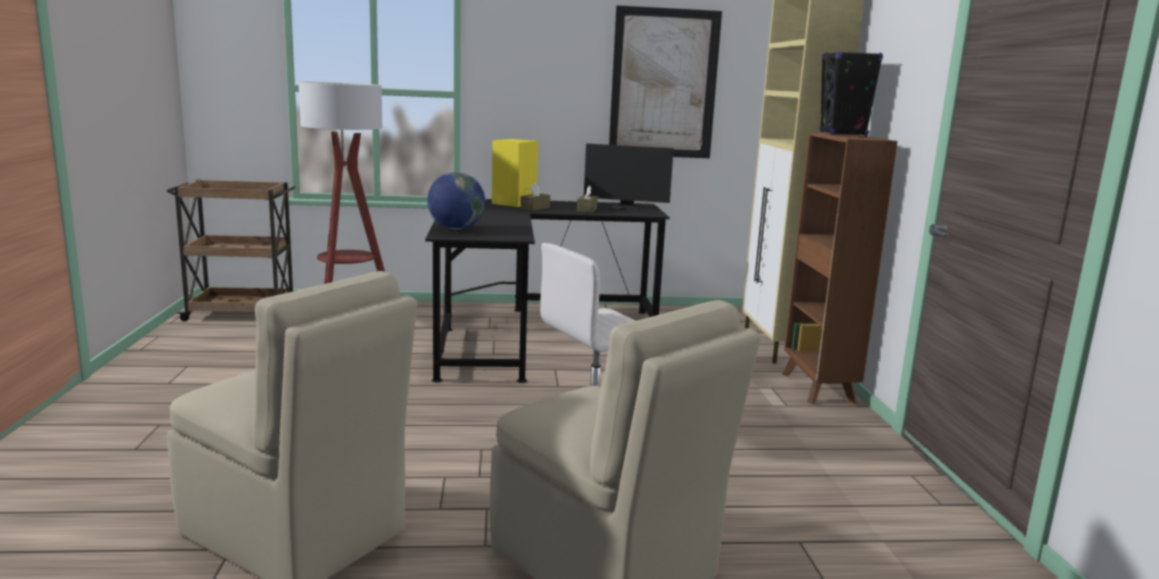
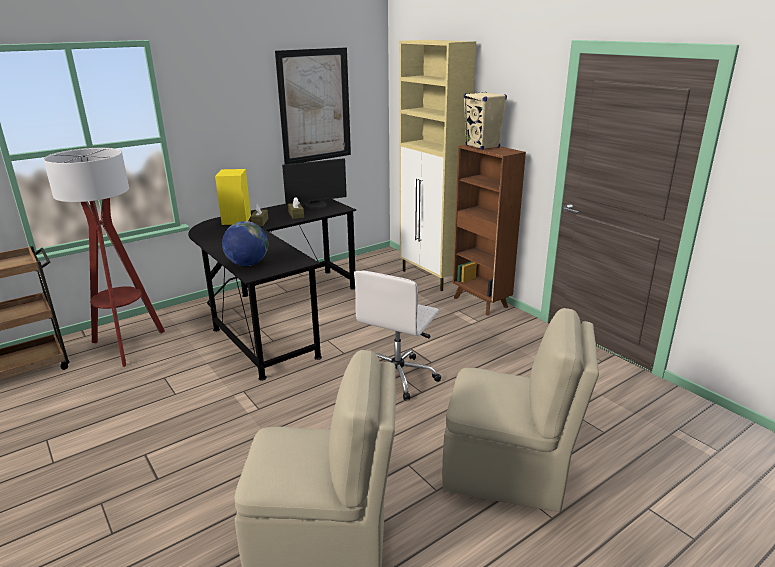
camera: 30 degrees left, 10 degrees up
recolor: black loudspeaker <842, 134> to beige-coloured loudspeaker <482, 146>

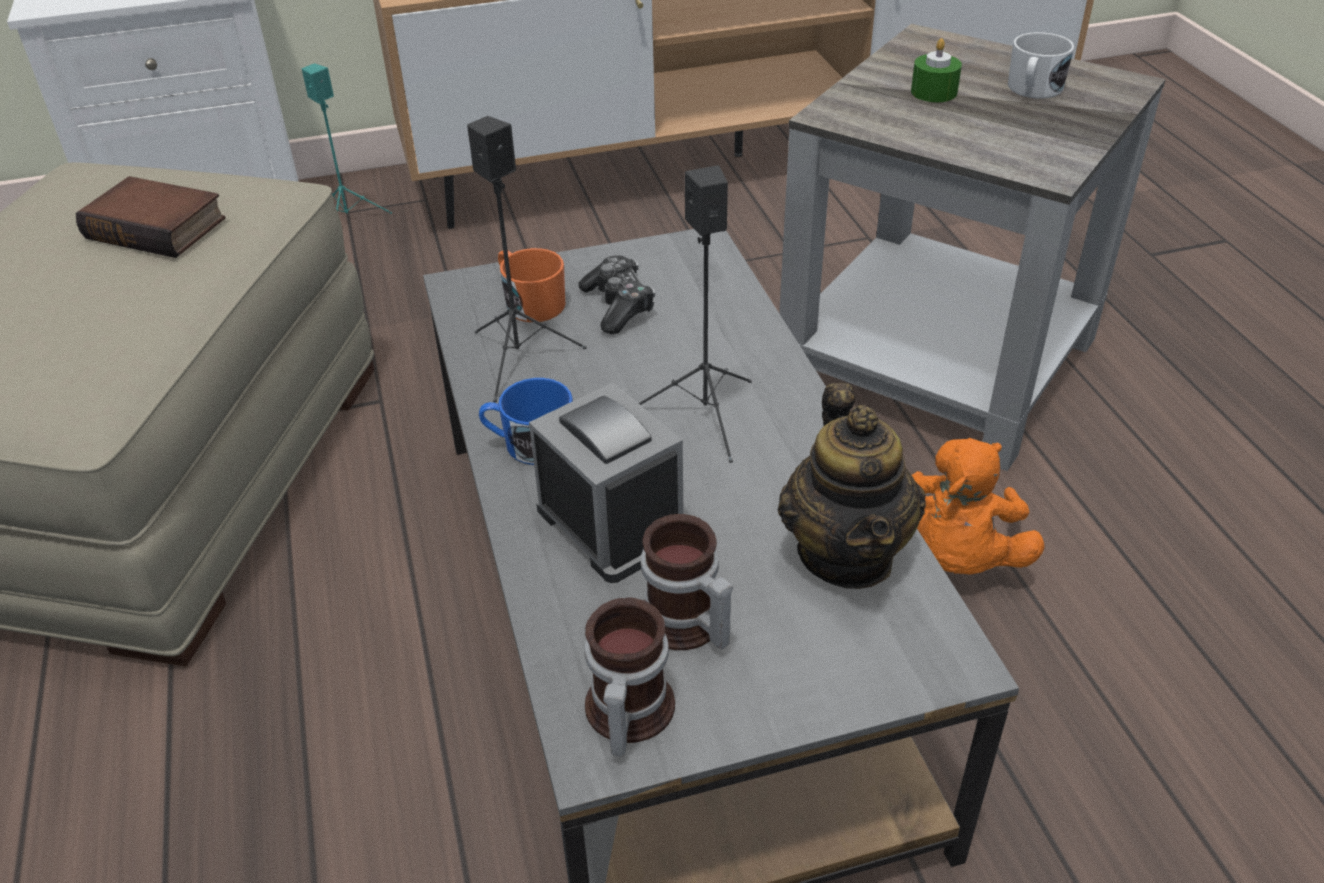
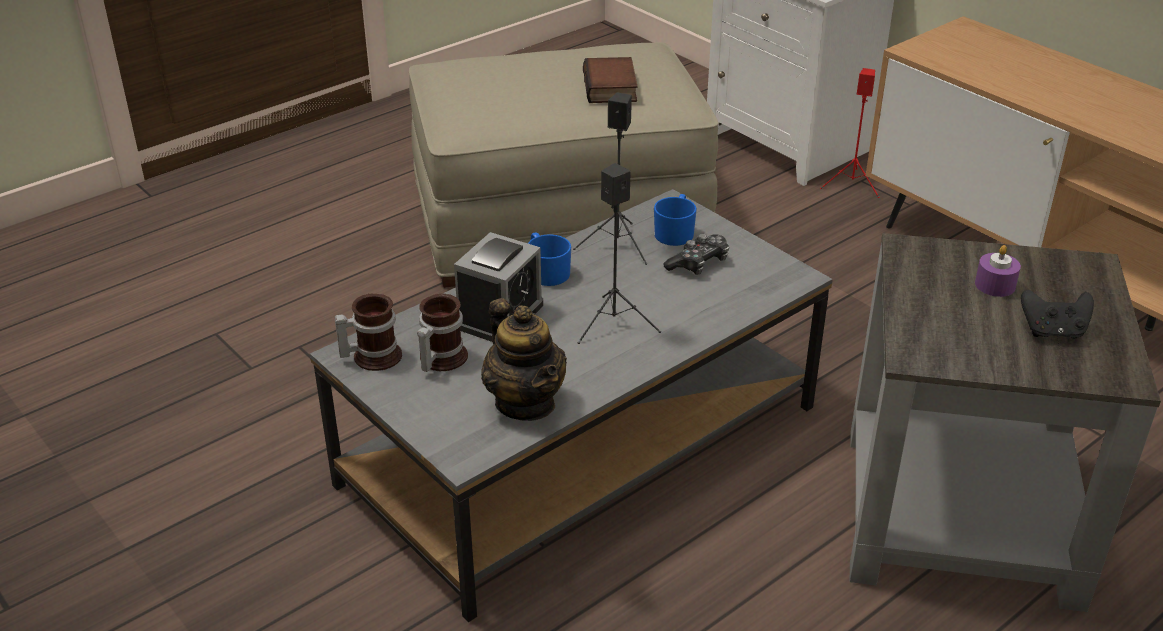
camera: 65 degrees right, 5 degrees down
delete: orange soft toy <956, 555>
replace: whitish tea mug <1033, 90> to black joypad <1052, 331>
recolor: orange tea mug <530, 302> to bluish tea mug <675, 232>; turquoise loudspeaker <349, 220> to red-coloured loudspeaker <852, 185>; green wax light <934, 92> to purple wax light <995, 285>
rotate: teapot <846, 554> = <525, 403> 90 degrees counterclockwise

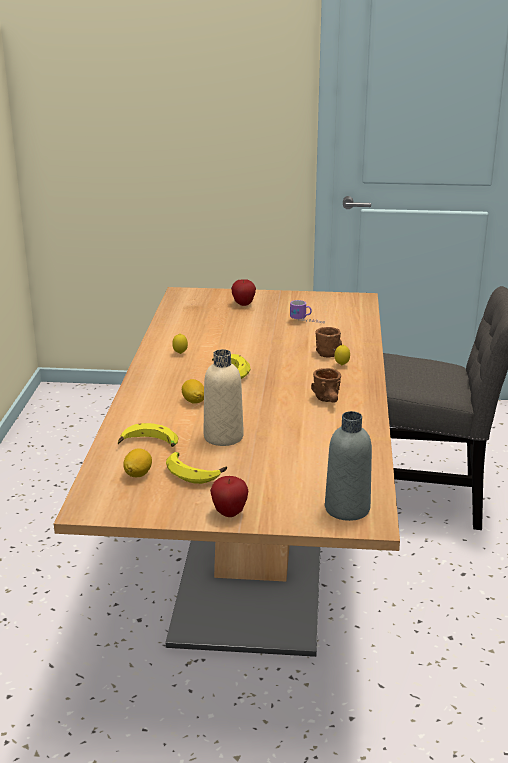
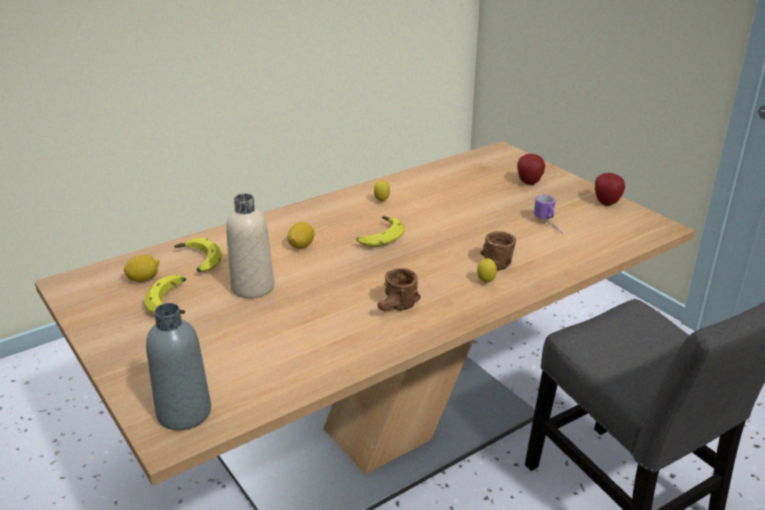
camera: 50 degrees right, 5 degrees up
move: apple fruit <229, 513> to <606, 203>

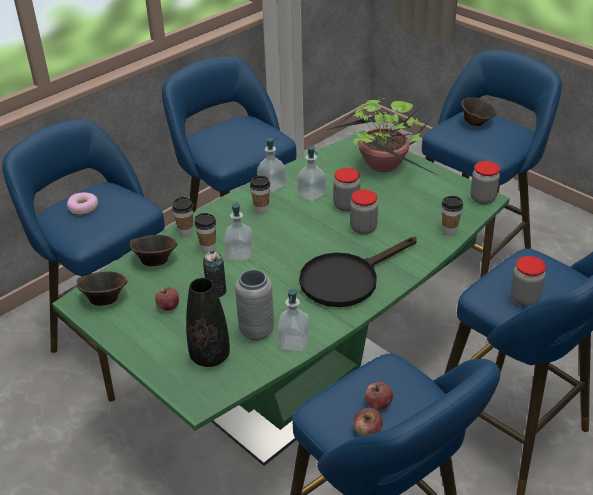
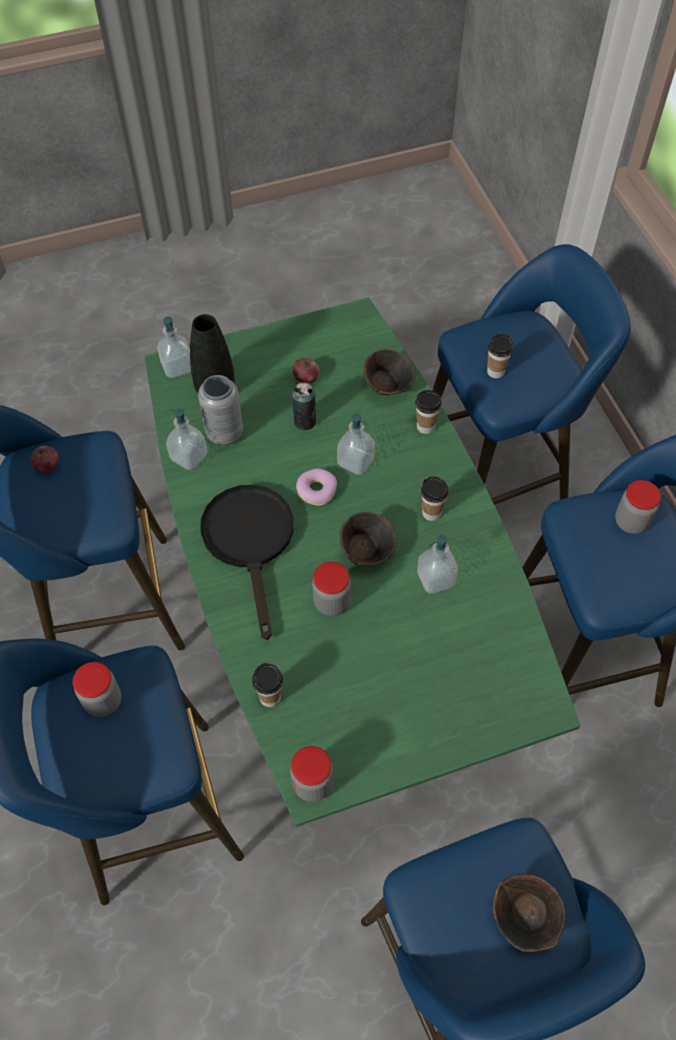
camera: 115 degrees right, 20 degrees up
delete: potted plant <384, 168>; apple fruit <378, 404>
move: soap dispenser <272, 186> to <177, 367>; ring doughnut <83, 208> to <316, 490>; brownish serving bowl <104, 299> to <367, 551>; drinking cup <208, 248> to <495, 371>; jar <346, 205> to <631, 522>

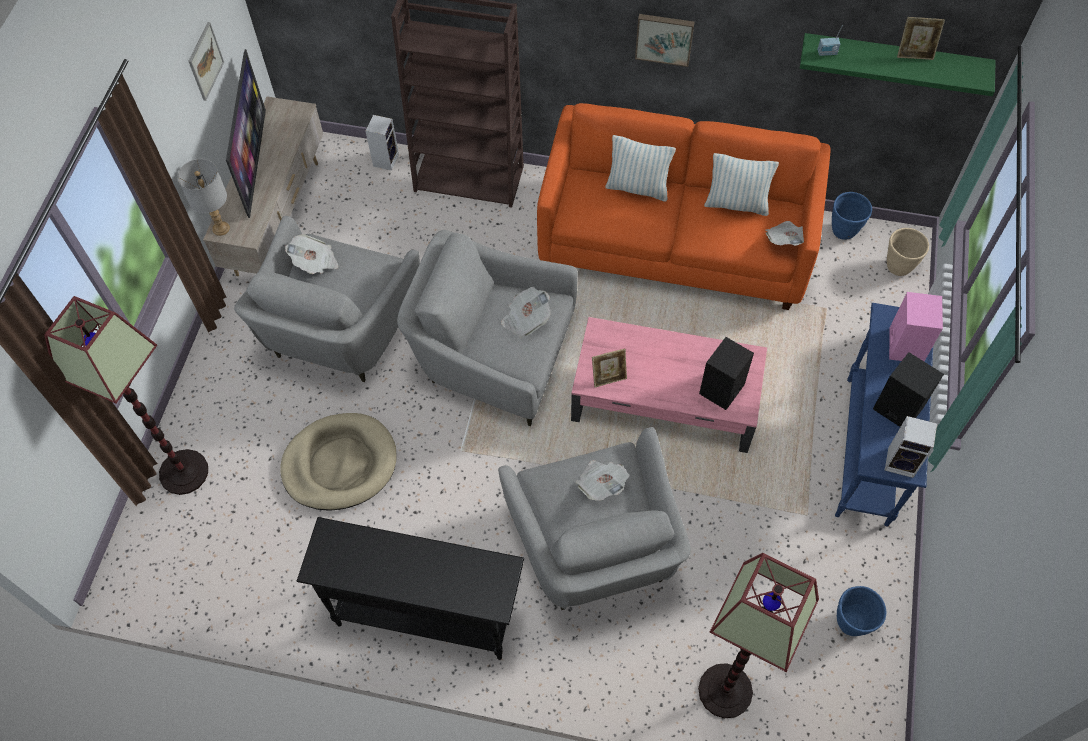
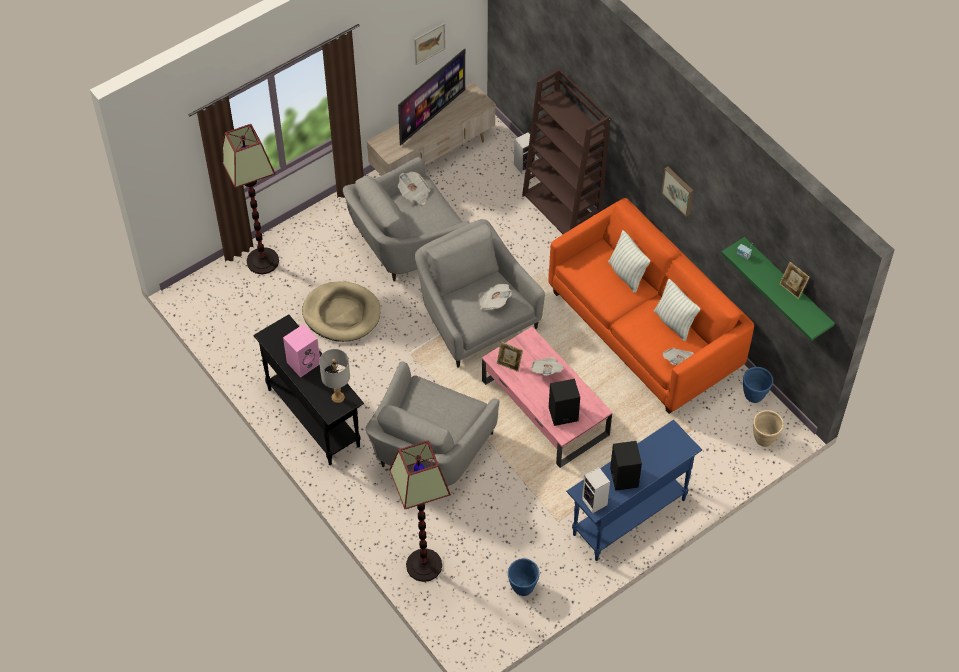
camera: 40 degrees right, 5 degrees down
move: pink-coloured loudspeaker <905, 344> to <304, 362>; greyish lamp for a table <221, 228> to <338, 397>; printed paper <601, 484> to <547, 371>

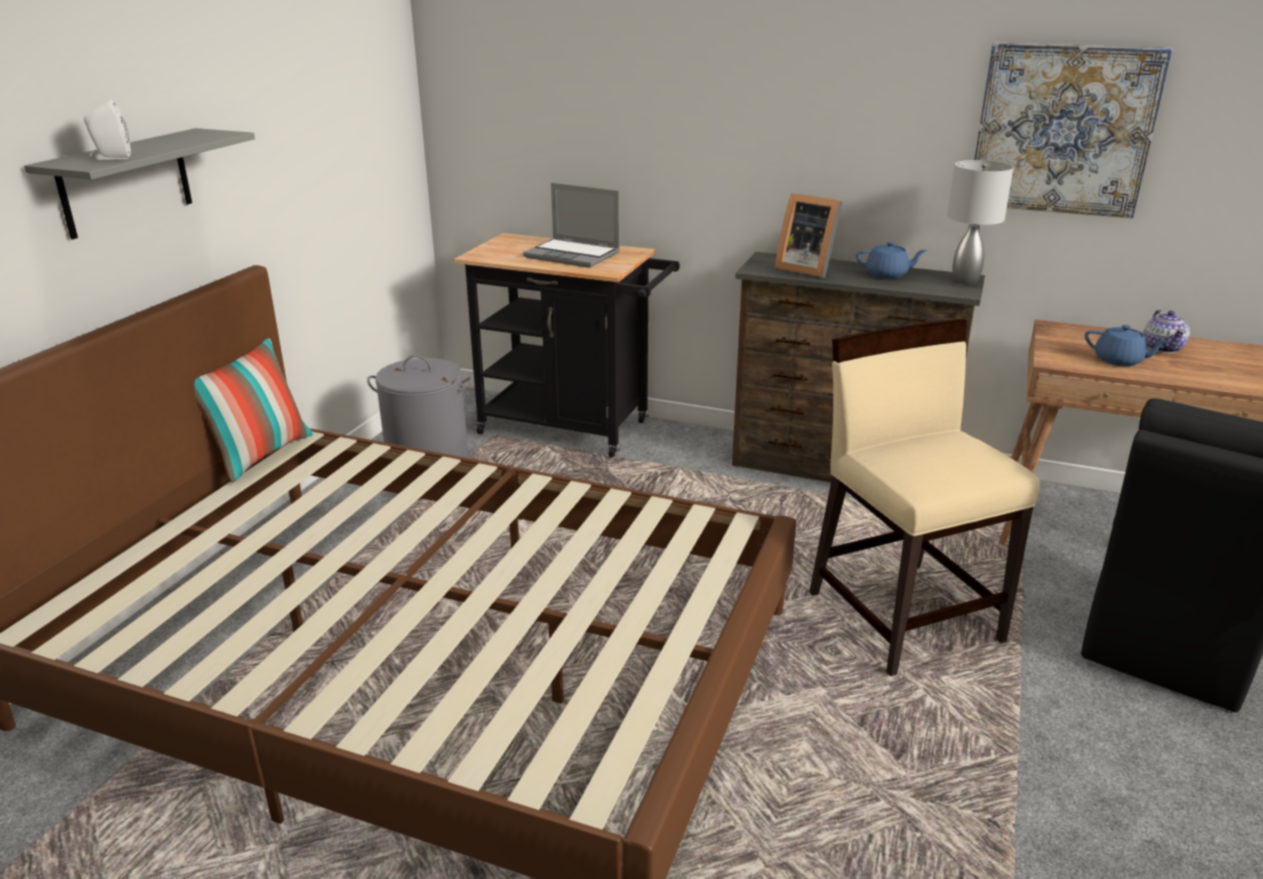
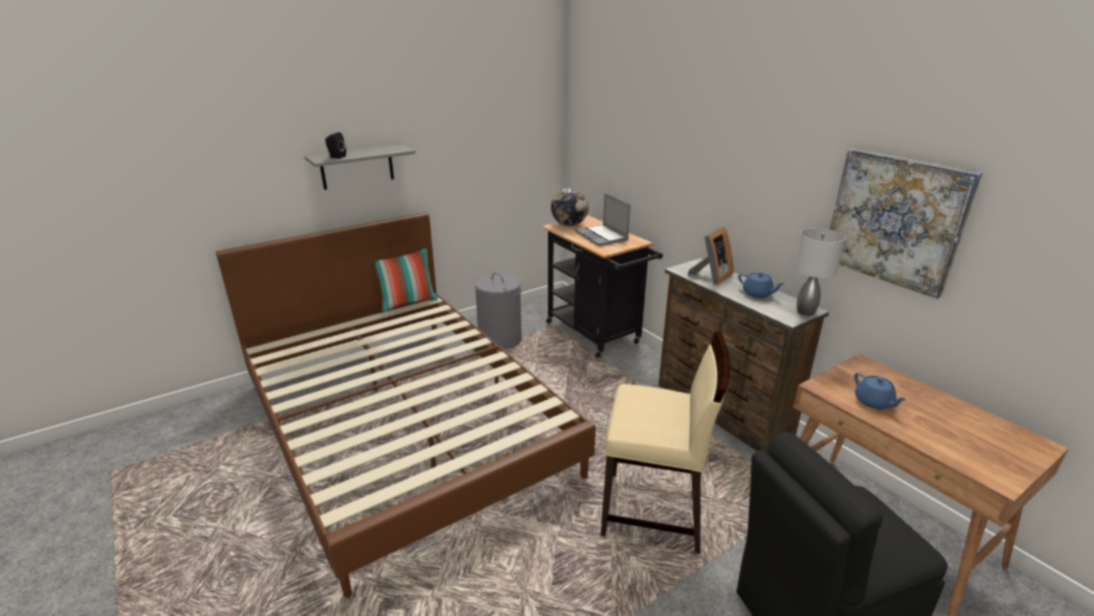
camera: 35 degrees right, 0 degrees up
delete: teapot <1162, 348>
insert: desk globe <569, 225>
recolor: whitish loudspeaker <111, 158> to black loudspeaker <336, 157>
rotate: beige-coloured plain chair <903, 615> = <654, 512> 90 degrees clockwise; picture frame <806, 268> = <711, 276> 120 degrees counterclockwise

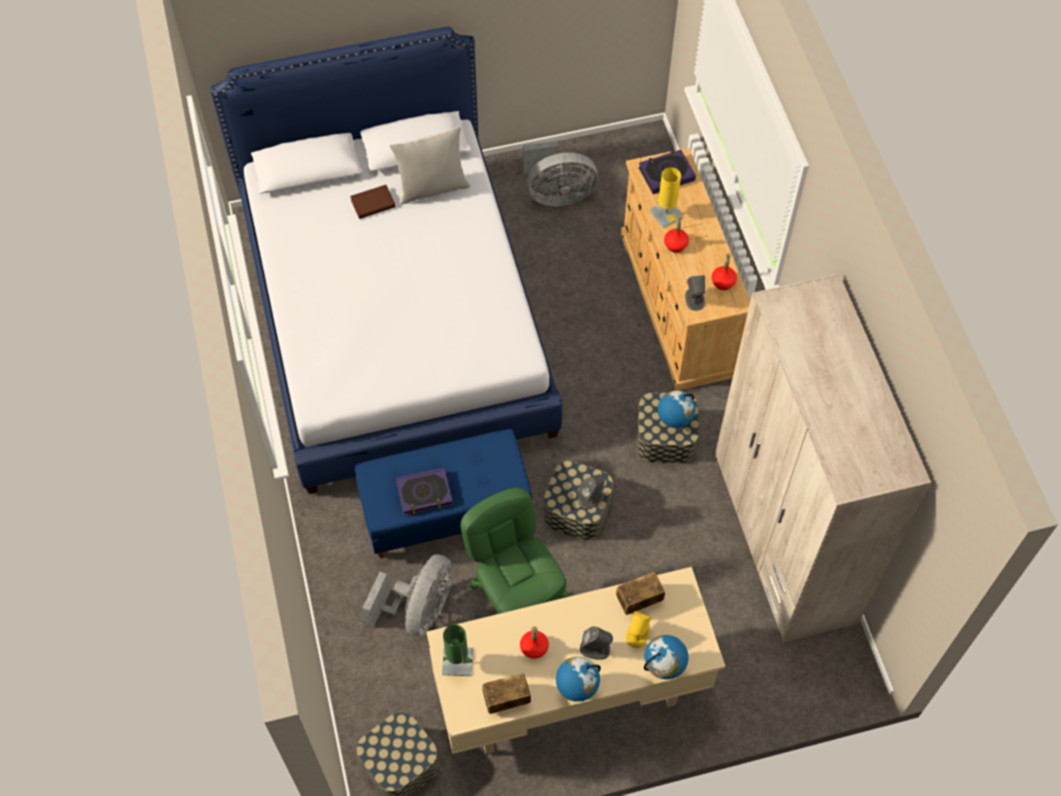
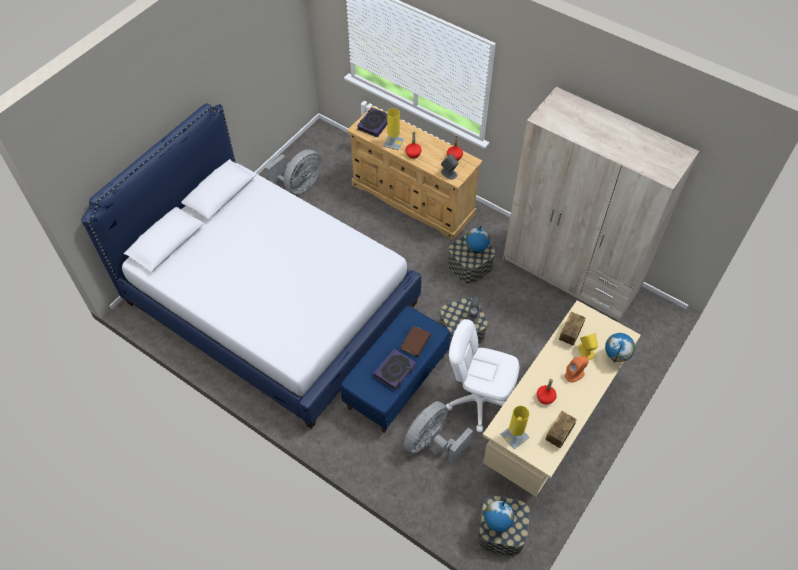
camera: 40 degrees left, 5 degrees down
delete: greyish cushion <432, 188>
move: brownish volume <373, 203> to <415, 342>; desk globe <577, 689> to <496, 523>
recolor: green computer chair <516, 603> to whitish computer chair <478, 400>; green lamp for a table <457, 661> to yellow-coloured lamp for a table <514, 435>; greyish loudspeaker <595, 649> to orange loudspeaker <574, 374>
rotate: greyish cooling fan <419, 609> = <432, 442> 120 degrees counterclockwise

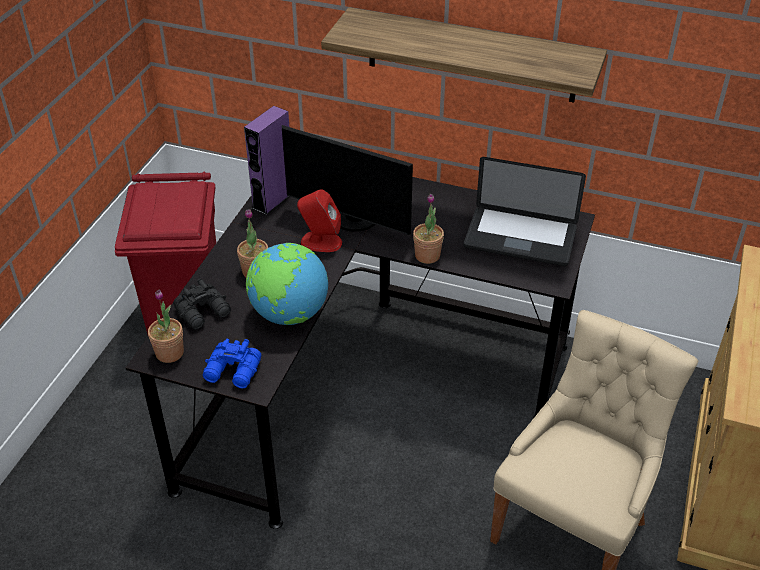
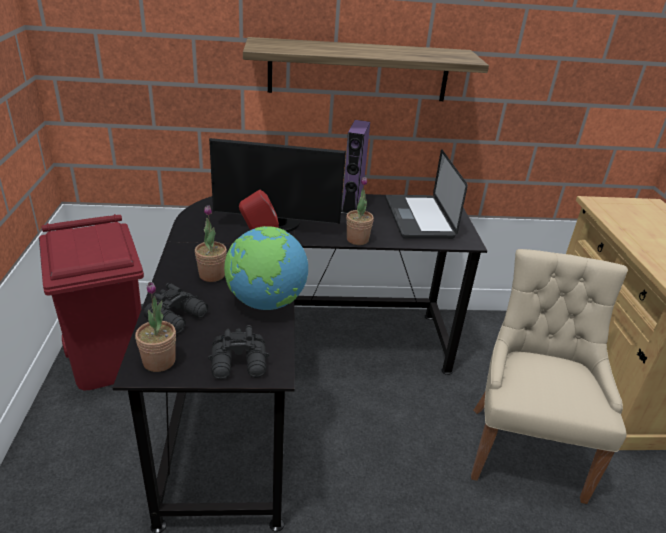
camera: 25 degrees left, 10 degrees down
move: purple loudspeaker <273, 199> to <352, 205>
recolor: bluish field glasses <233, 372> to black field glasses <240, 364>
rotate: portable computer <520, 238> = <418, 218> 90 degrees clockwise

